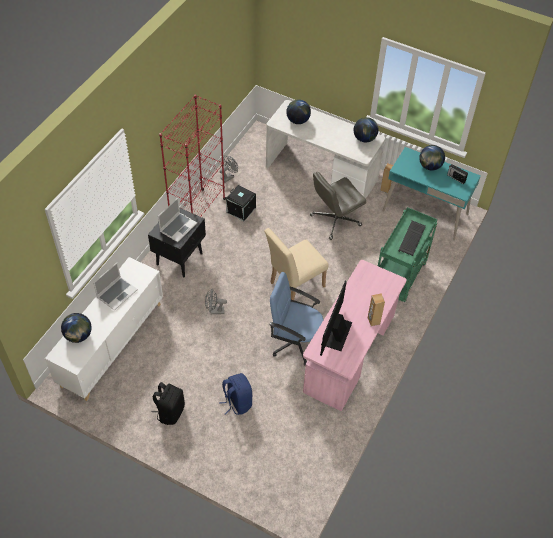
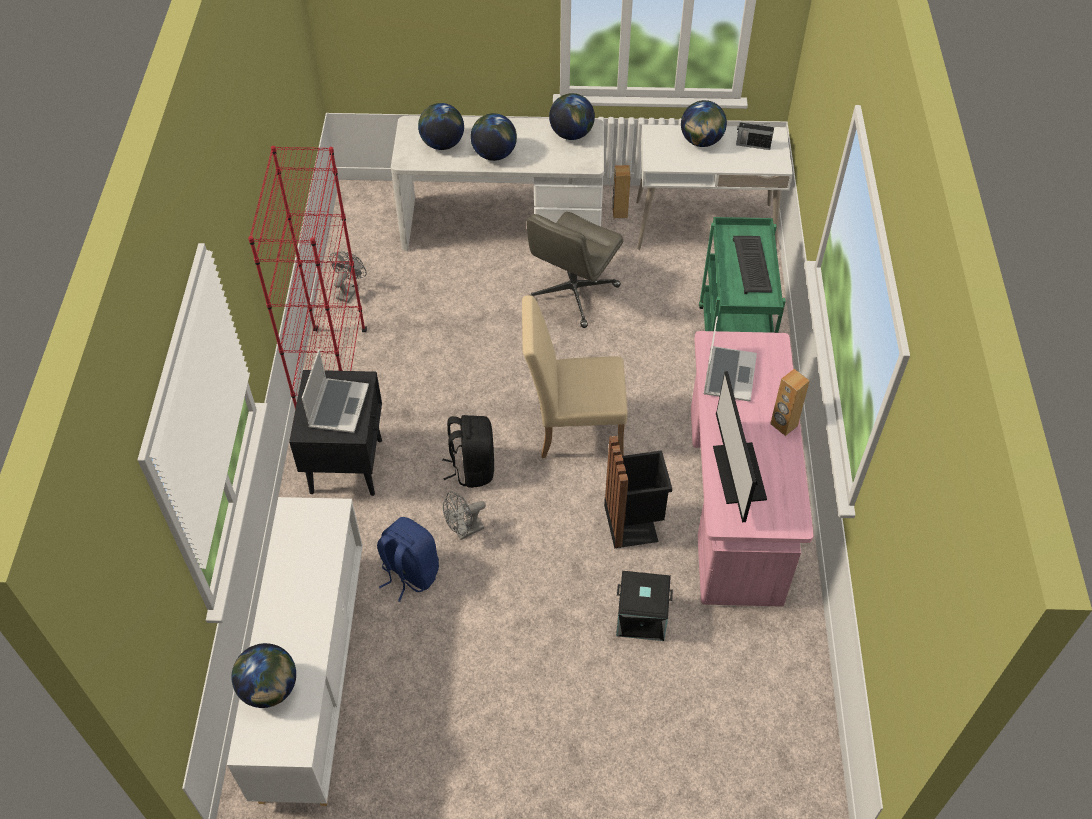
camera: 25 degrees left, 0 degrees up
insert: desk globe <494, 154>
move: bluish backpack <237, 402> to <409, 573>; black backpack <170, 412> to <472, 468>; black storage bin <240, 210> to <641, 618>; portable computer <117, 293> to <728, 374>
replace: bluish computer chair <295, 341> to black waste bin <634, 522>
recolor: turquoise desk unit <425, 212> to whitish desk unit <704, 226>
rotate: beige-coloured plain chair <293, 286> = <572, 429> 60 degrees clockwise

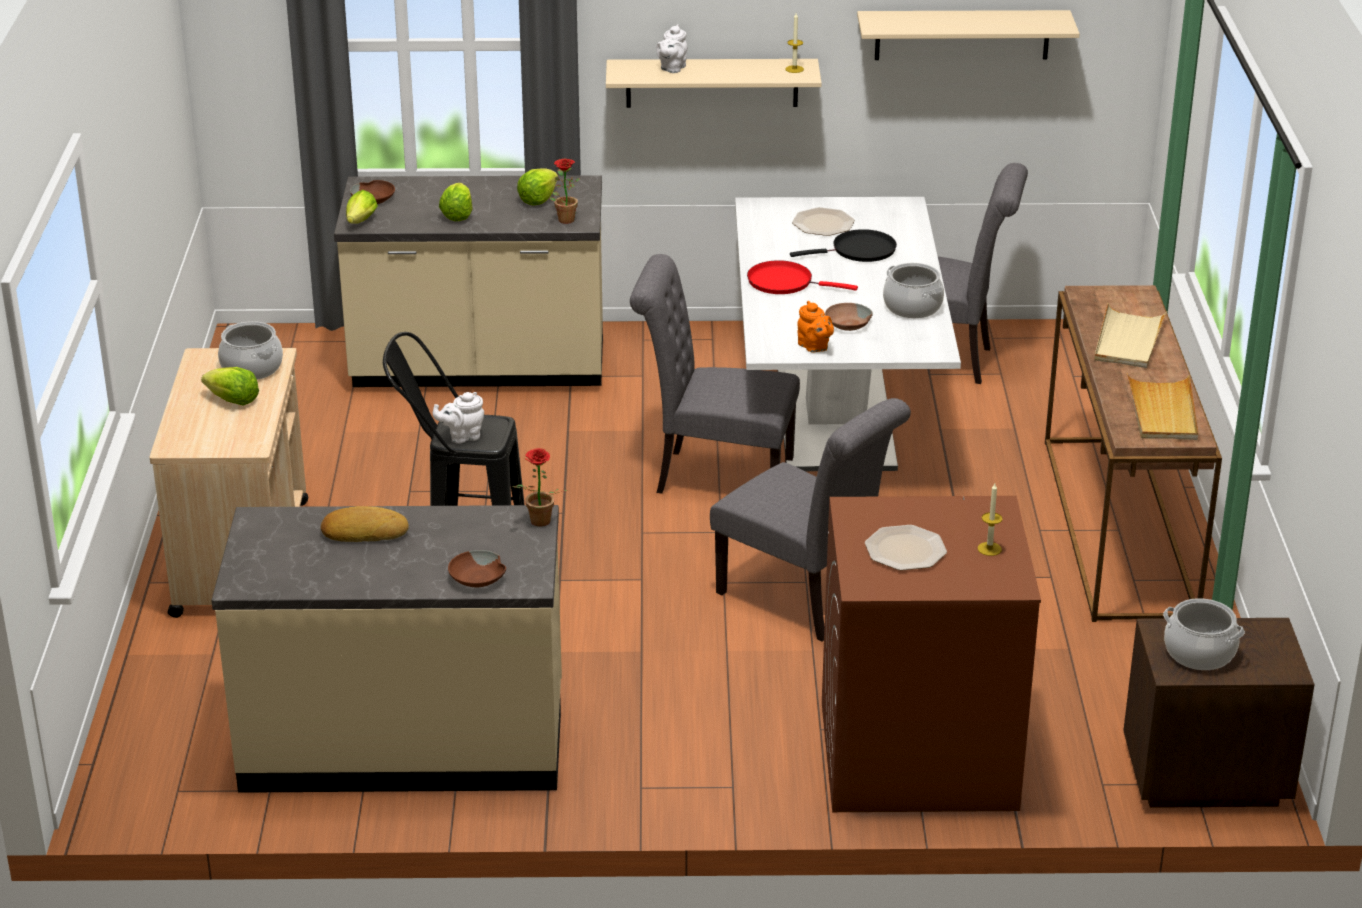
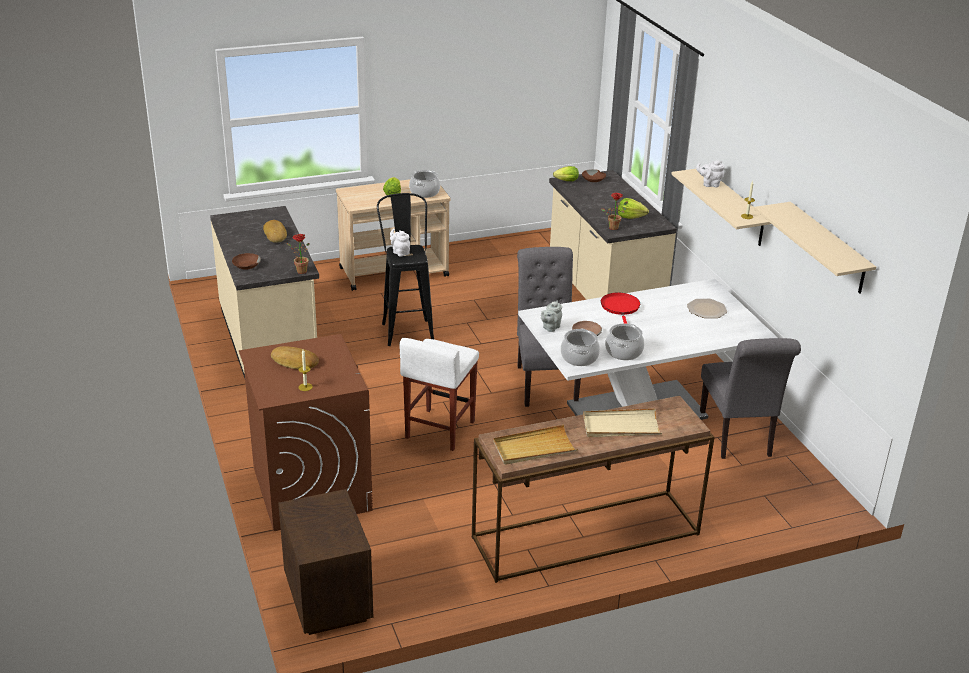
camera: 70 degrees right, 0 degrees up
delete: head of lettuce <458, 215>; black skillet <859, 251>
move: saucepot <1199, 653> to <579, 357>
replace: dinner plate <906, 550> to bakery bread <294, 362>; greyish plain chair <805, 601> to whitish sitting stool <439, 430>
recolor: orange teapot <814, 347> to greyish teapot <550, 327>

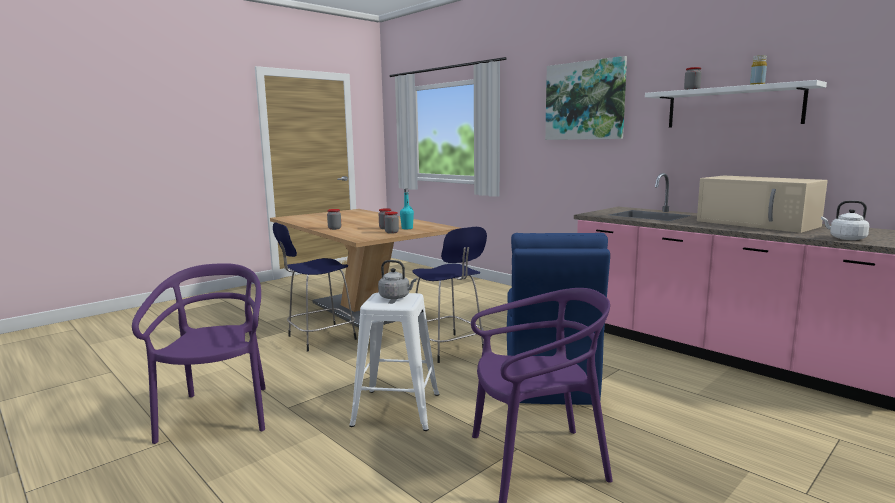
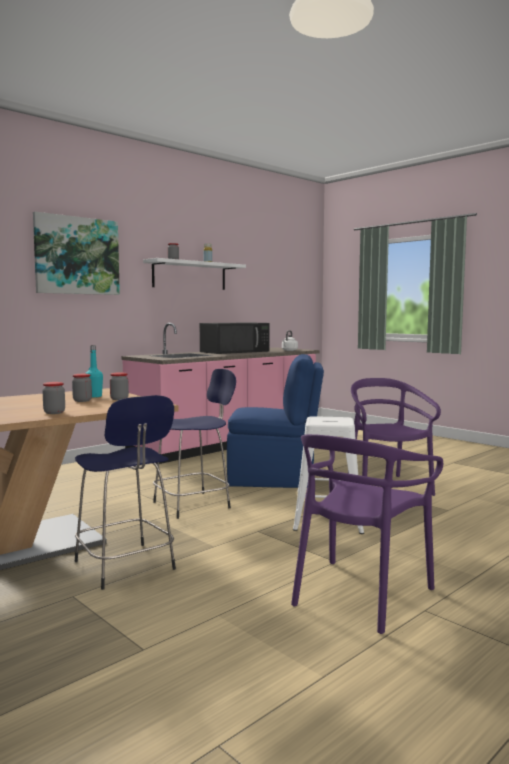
camera: 90 degrees left, 5 degrees down
delete: greyish kettle <396, 297>
recolor: beige-coloured kitchen microwave <758, 223> to black kitchen microwave <235, 351>
rotate: purple plain chair <219, 414> = <360, 594> 45 degrees counterclockwise

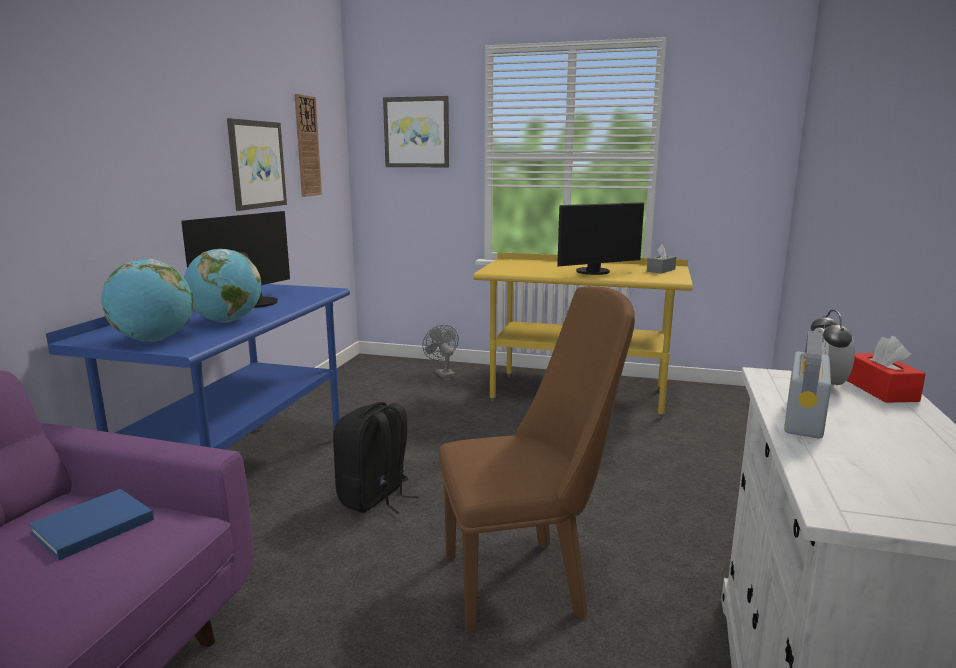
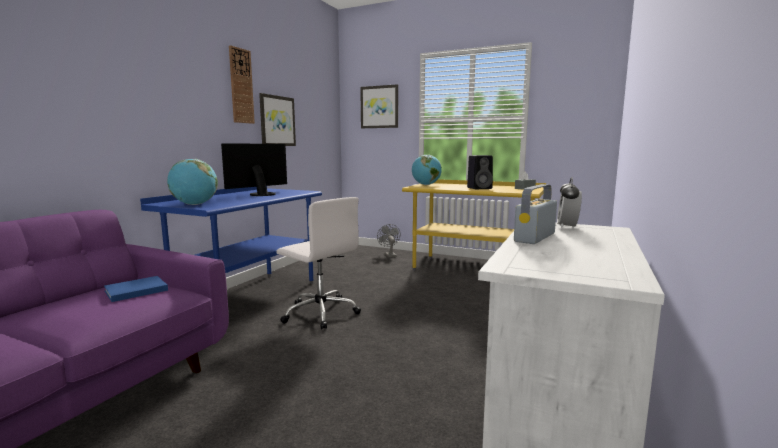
camera: 10 degrees right, 5 degrees down
delete: brownish plain chair <525, 581>; red-coloured tissue holder <880, 390>
move: clock on the wall <307, 146> to <241, 86>; desk globe <226, 321> to <426, 185>
replace: black backpack <375, 498> to whitish computer chair <320, 313>; computer display <595, 272> to black loudspeaker <480, 188>

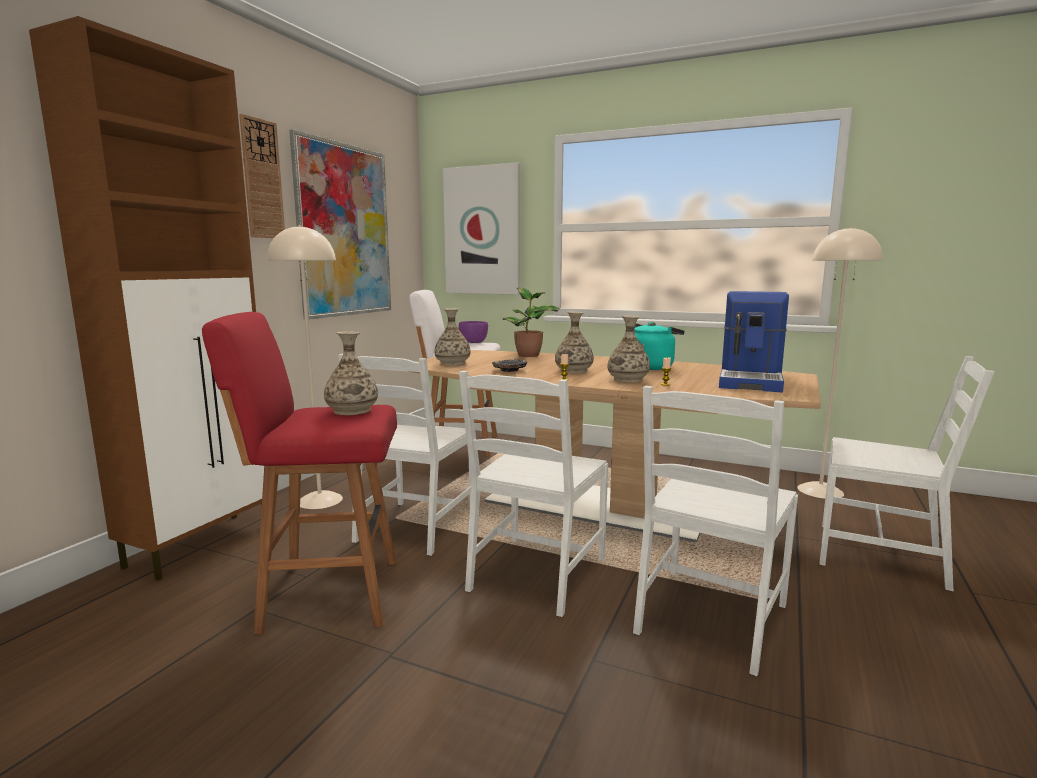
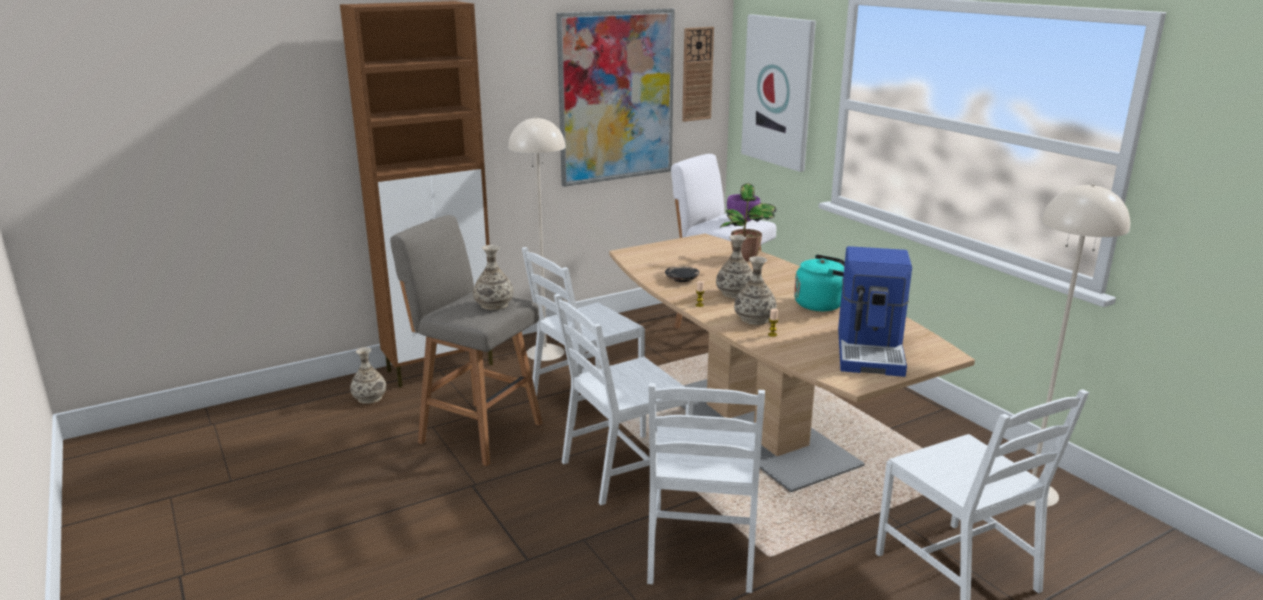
camera: 35 degrees right, 10 degrees up
move: vase <453, 363> to <369, 398>; clock on the wall <262, 179> to <697, 74>
recolor: red-coloured sitting stool <326, 594> to greyish sitting stool <477, 431>
rotate: whitish plain chair <710, 618> = <703, 550> 60 degrees counterclockwise; coffee machine <751, 380> = <871, 350> 45 degrees counterclockwise

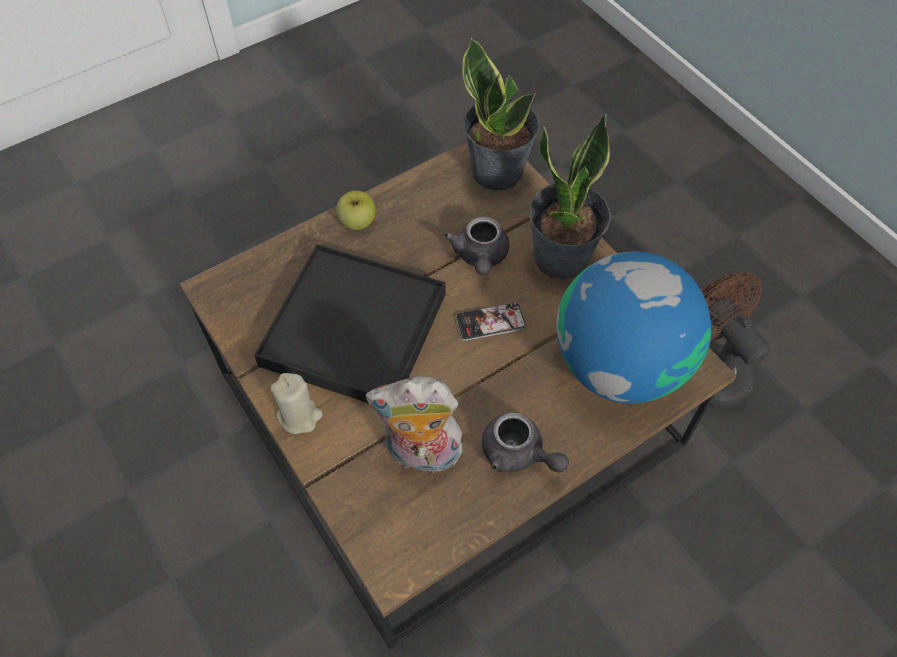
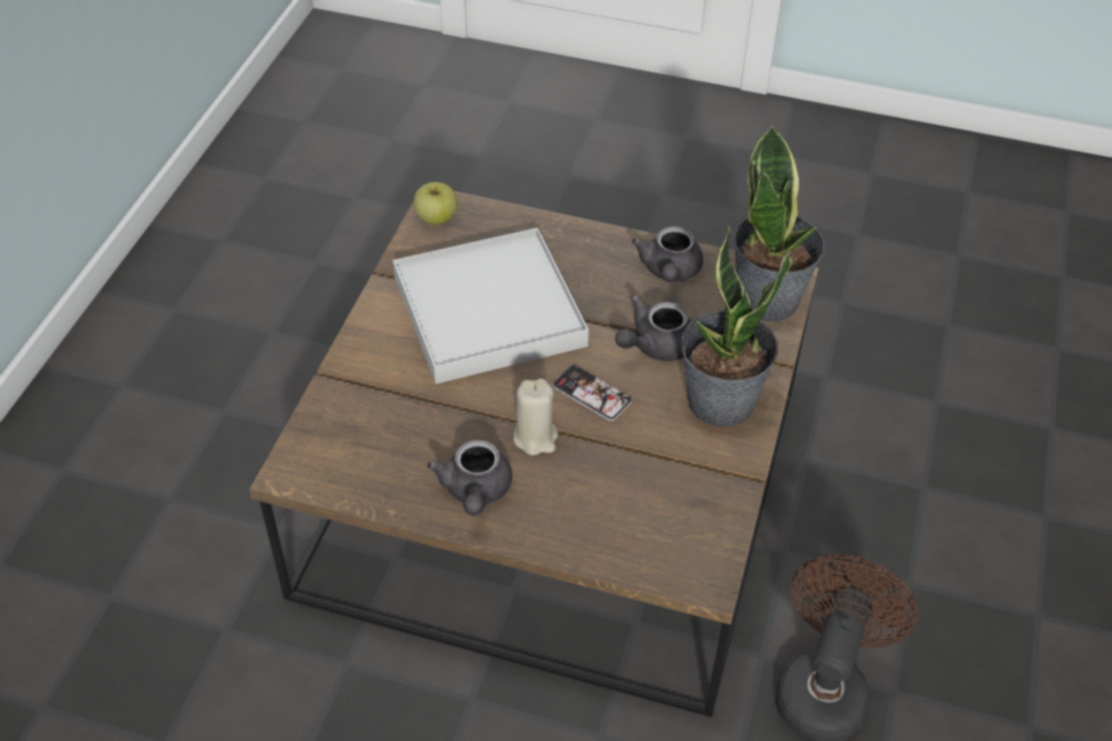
camera: 50 degrees right, 10 degrees down
delete: soft toy <421, 454>; desk globe <619, 364>
insert: greyish teapot <669, 272>
move: apple fruit <357, 222> to <436, 218>; beige-coloured wax light <299, 416> to <535, 437>
recolor: black carrying tray <353, 330> to whitish carrying tray <488, 311>

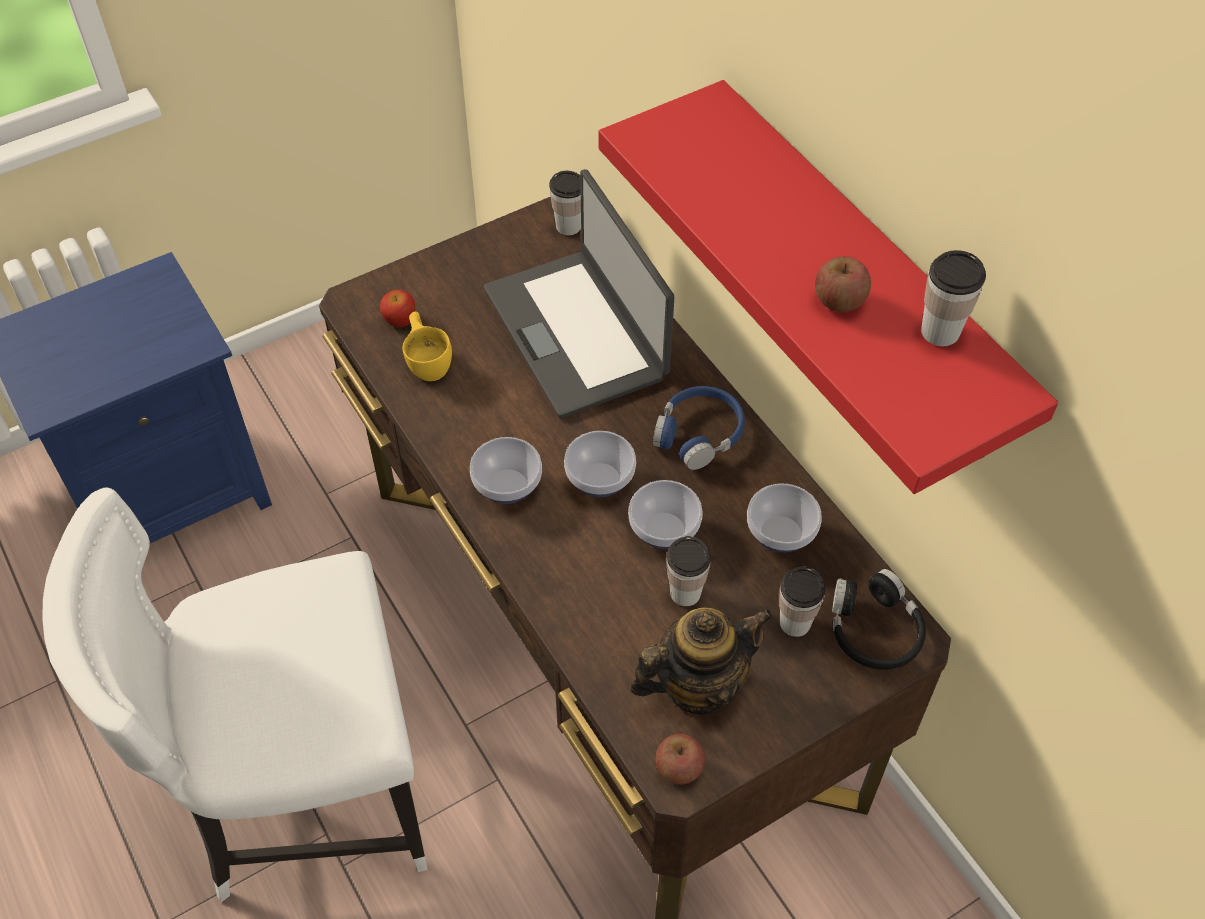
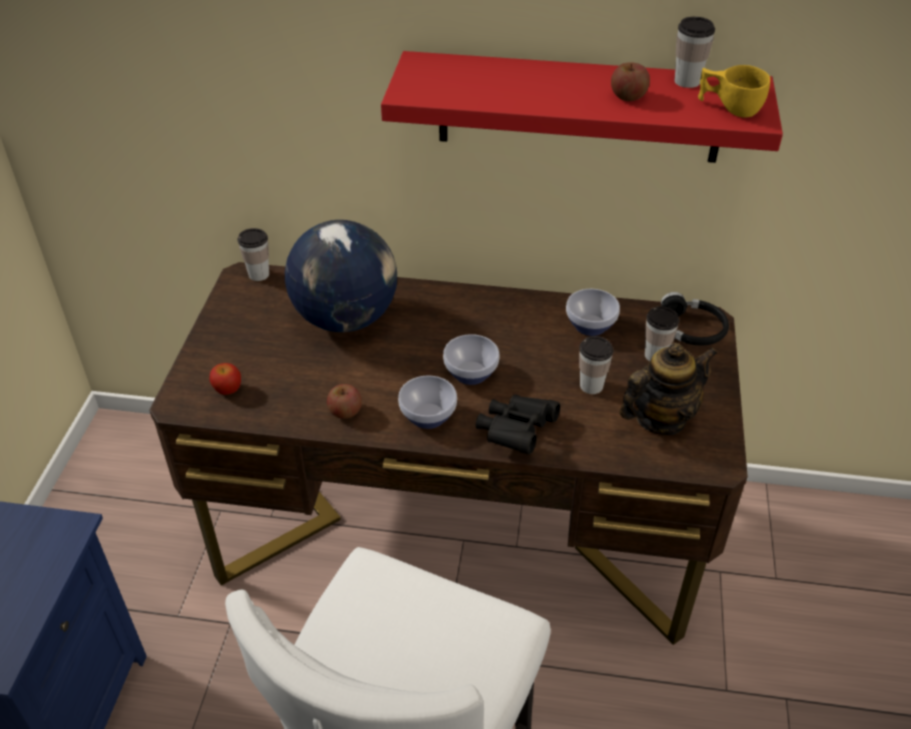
camera: 50 degrees left, 10 degrees down
delete: serving bowl <665, 529>; bluish headset <698, 434>
insert: black field glasses <516, 432>
move: apple fruit <679, 768> to <345, 411>; yellow-coloured drinking cup <428, 361> to <729, 108>
replace: portable computer <577, 332> to desk globe <346, 318>
rotate: teapot <697, 684> = <660, 418> 45 degrees clockwise

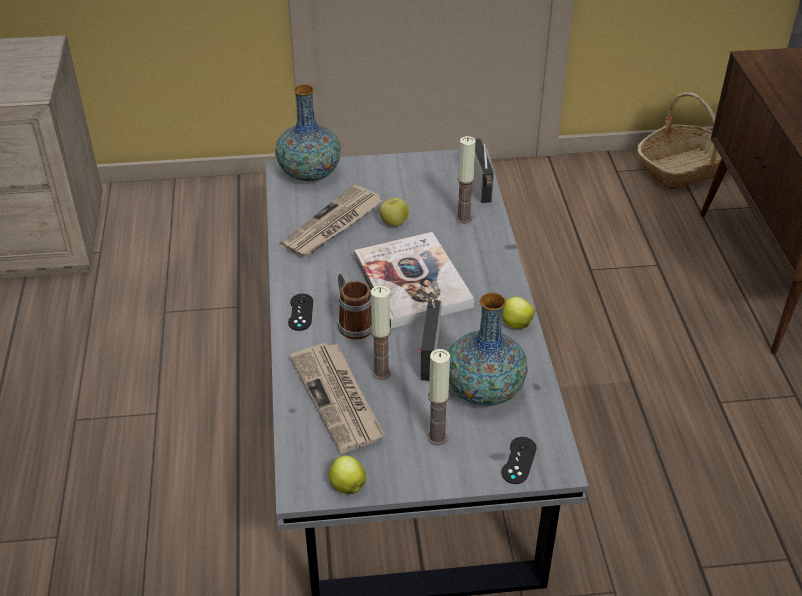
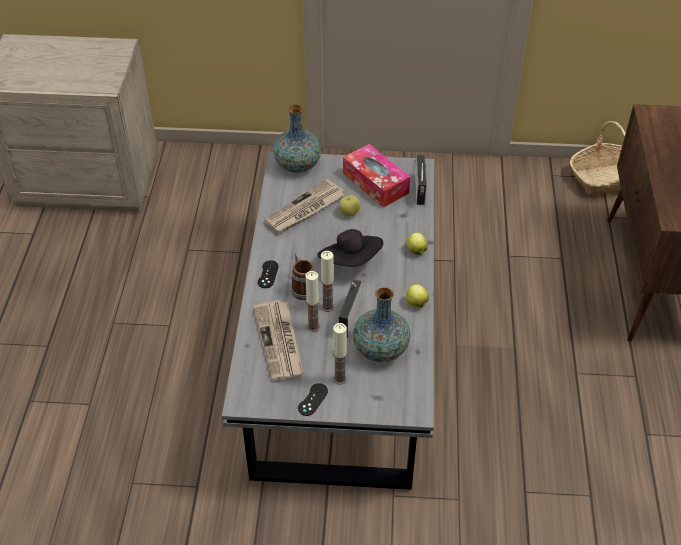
camera: 10 degrees right, 5 degrees up
insert: tissue holder <375, 183>
move: black joypad <518, 460> to <313, 399>; wax light <463, 218> to <327, 306>; apple fruit <347, 485> to <416, 250>
replace: volume <412, 282> to black hat <351, 261>

